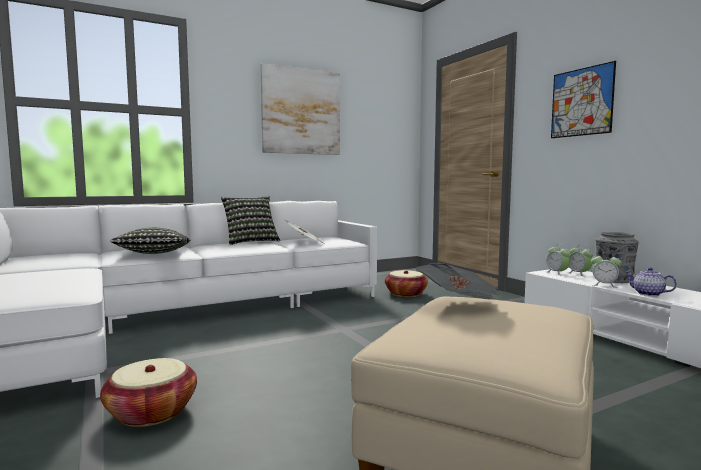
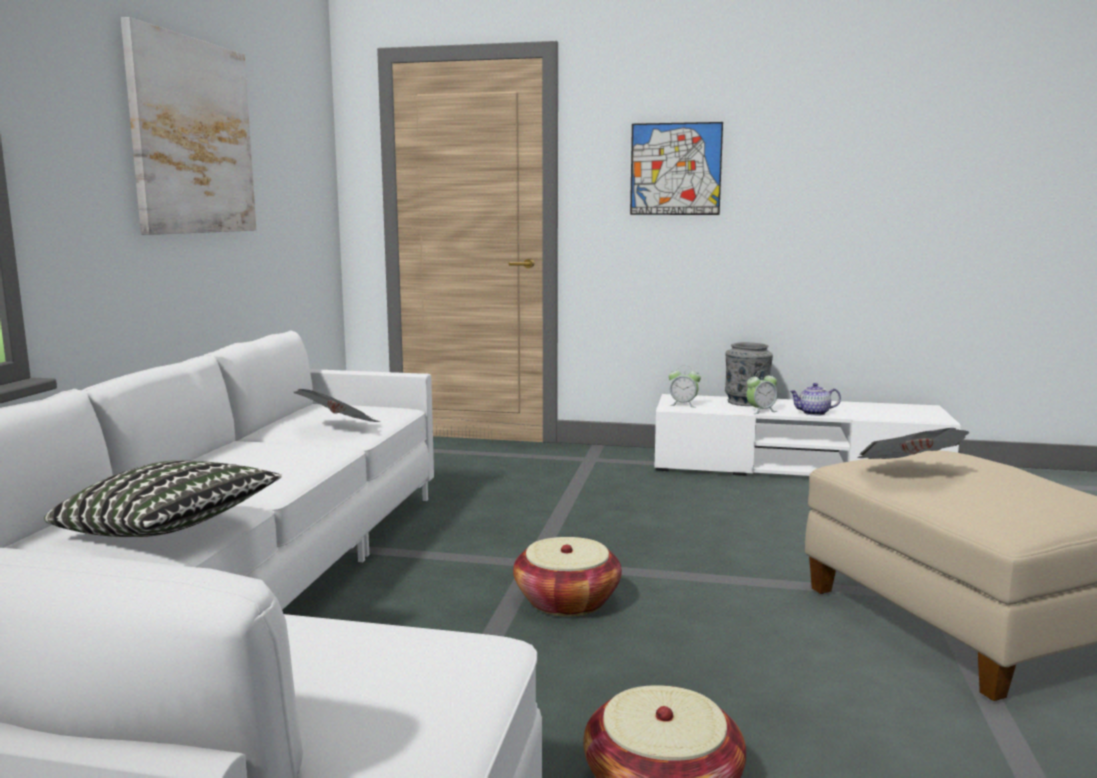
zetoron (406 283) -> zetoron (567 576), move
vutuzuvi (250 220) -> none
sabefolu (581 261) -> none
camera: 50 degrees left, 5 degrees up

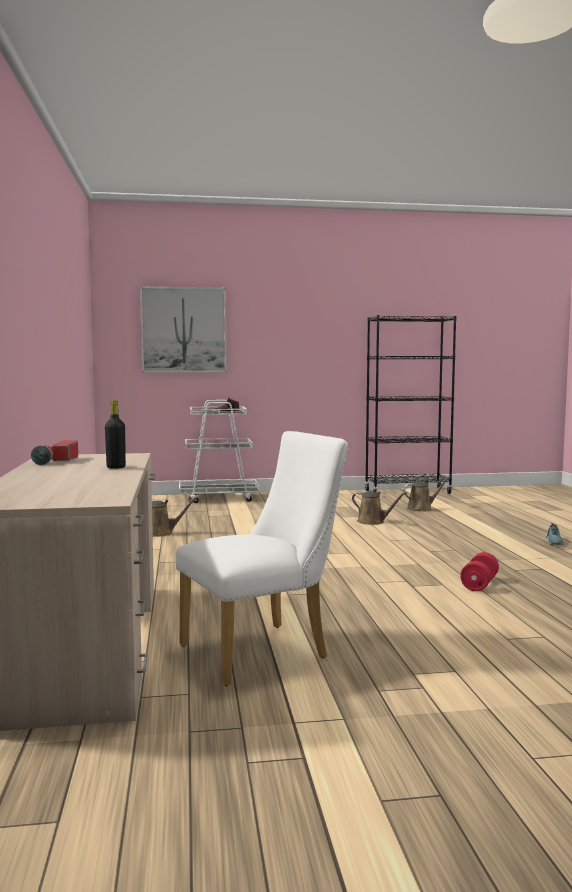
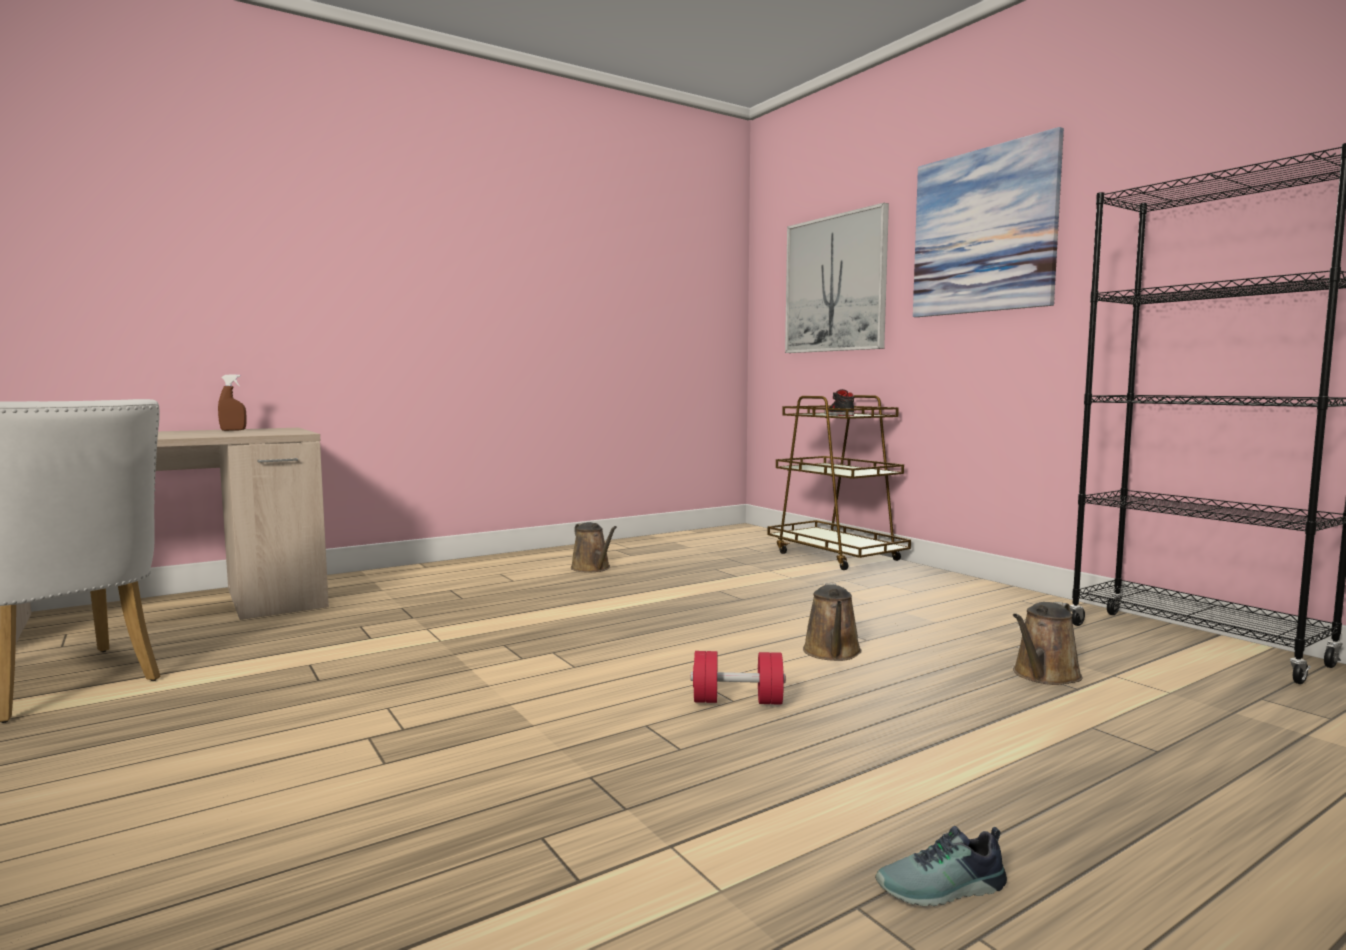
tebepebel (54 452) -> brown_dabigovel (232 402)
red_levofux (479 571) -> red_levofux (738 678), move
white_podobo (219 451) -> brown_podobo (839 482)
none -> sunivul (988 222)
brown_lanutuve (427 493) -> brown_lanutuve (1047 643), 90 degrees clockwise
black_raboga (115 434) -> none
camera: 65 degrees right, 0 degrees up

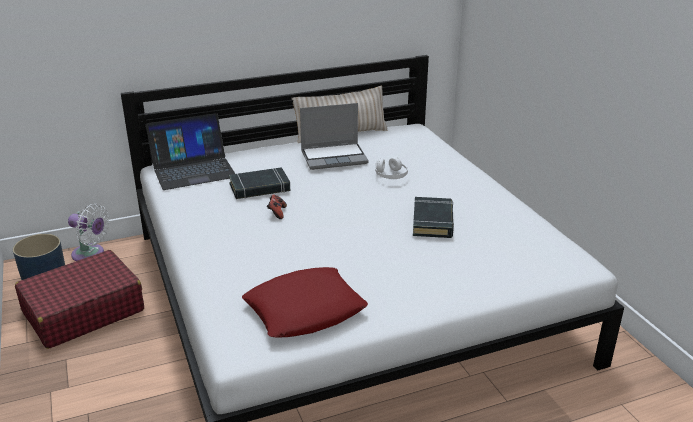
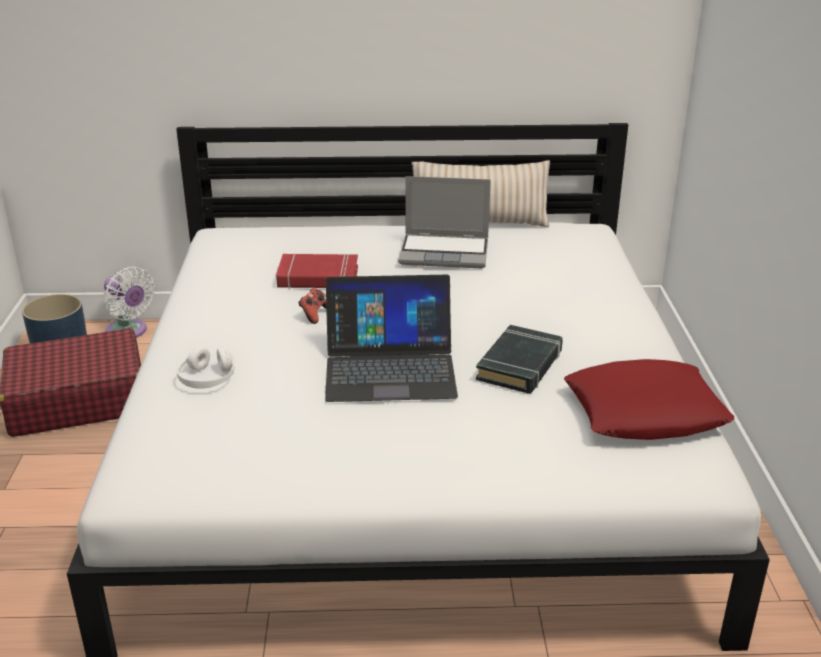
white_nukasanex (391 168) -> white_nukasanex (206 367), move
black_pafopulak (259 183) -> red_pafopulak (317 271)
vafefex (190 151) -> vafefex (391 338), move
red_vutuzuvi (305 302) -> red_vutuzuvi (649 399), move
camera: 20 degrees right, 0 degrees up

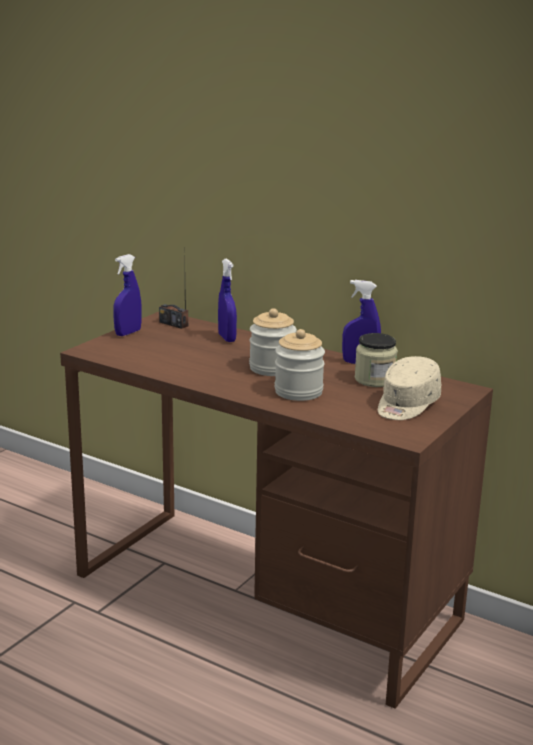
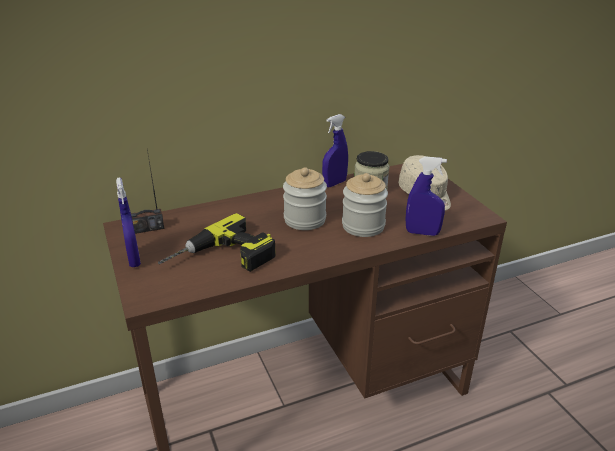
none -> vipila (217 242)
blue_dabigovel (227 300) -> blue_dabigovel (426 196), move
camera: 55 degrees left, 10 degrees up

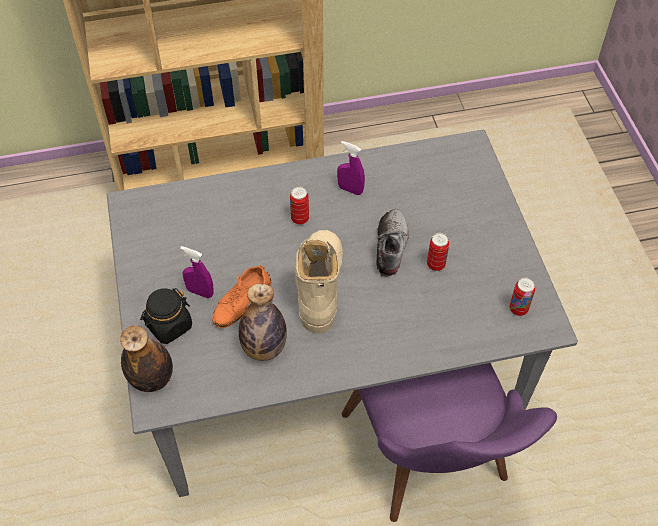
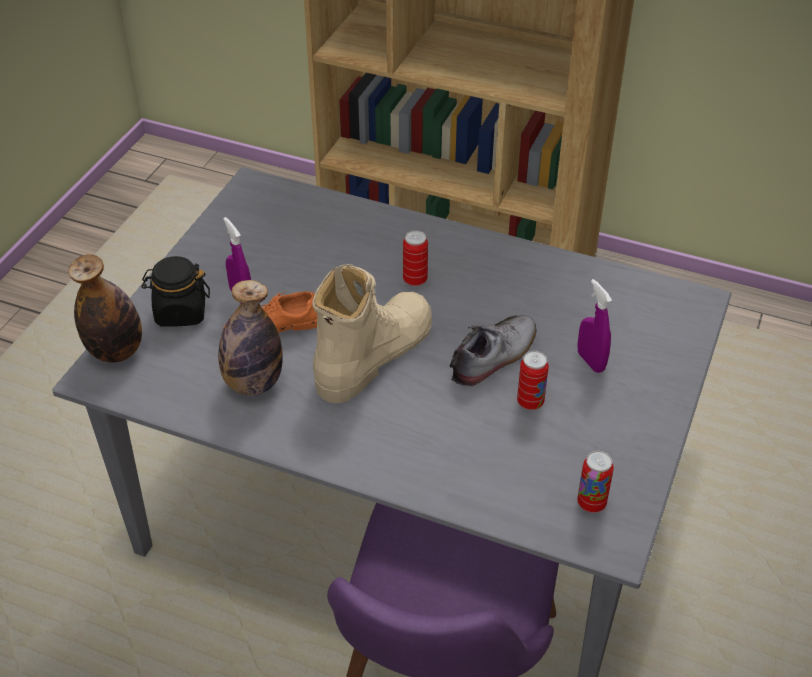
purple_dabigovel (351 168) -> purple_dabigovel (595 326), move
camera: 35 degrees right, 10 degrees down

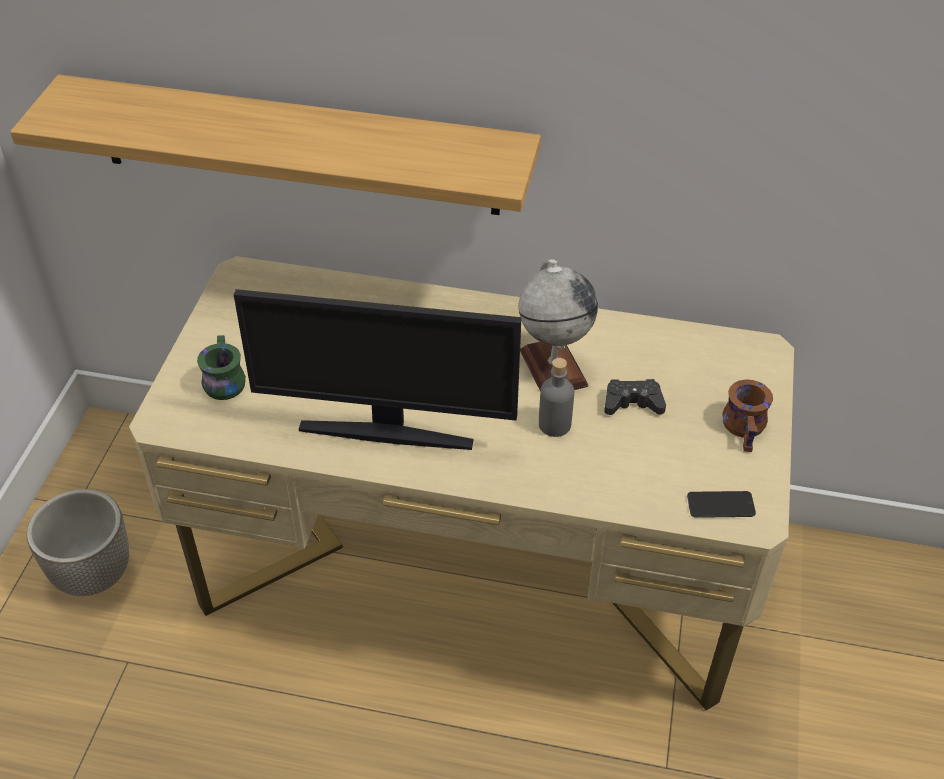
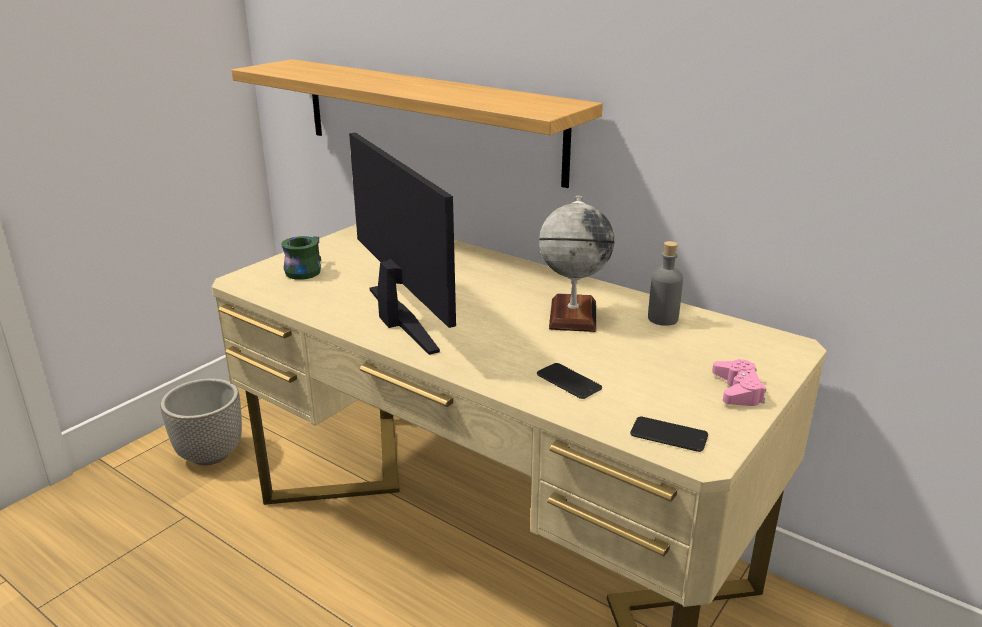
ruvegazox (377 369) -> ruvegazox (402 243), 150 degrees counterclockwise
none -> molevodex (569 381)
grey_raboga (556 397) -> grey_raboga (665 283), move
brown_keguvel (747 415) -> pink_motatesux (739 382)
black_motatesux (635 397) -> none
camera: 25 degrees right, 20 degrees down

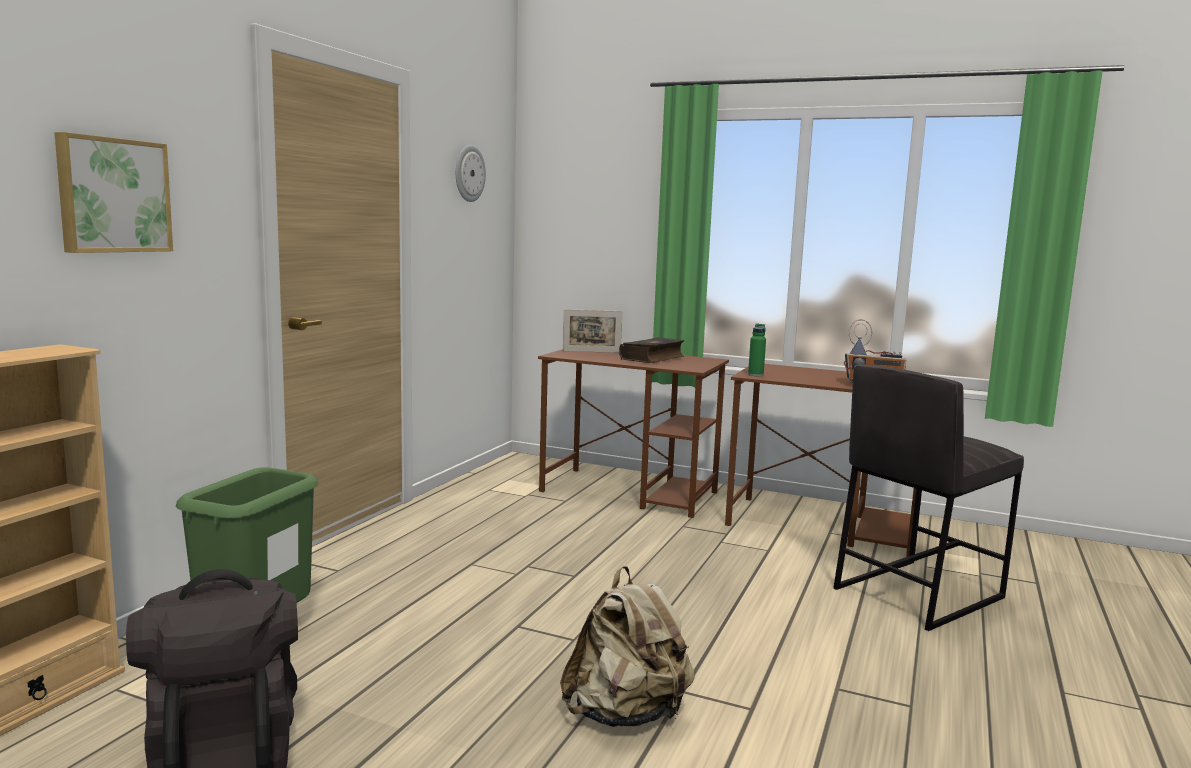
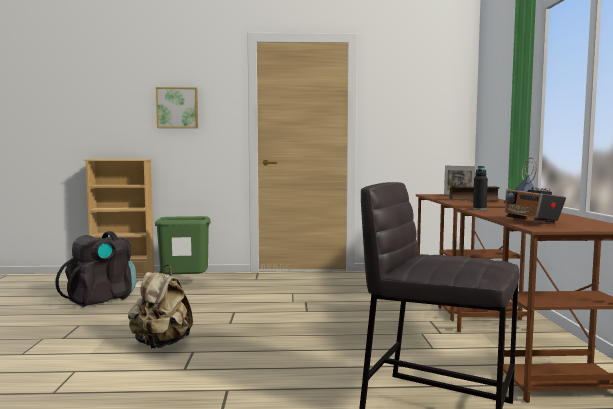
green_raboga (757 350) -> black_raboga (480 188)
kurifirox (471 173) -> none
camera: 65 degrees right, 5 degrees down

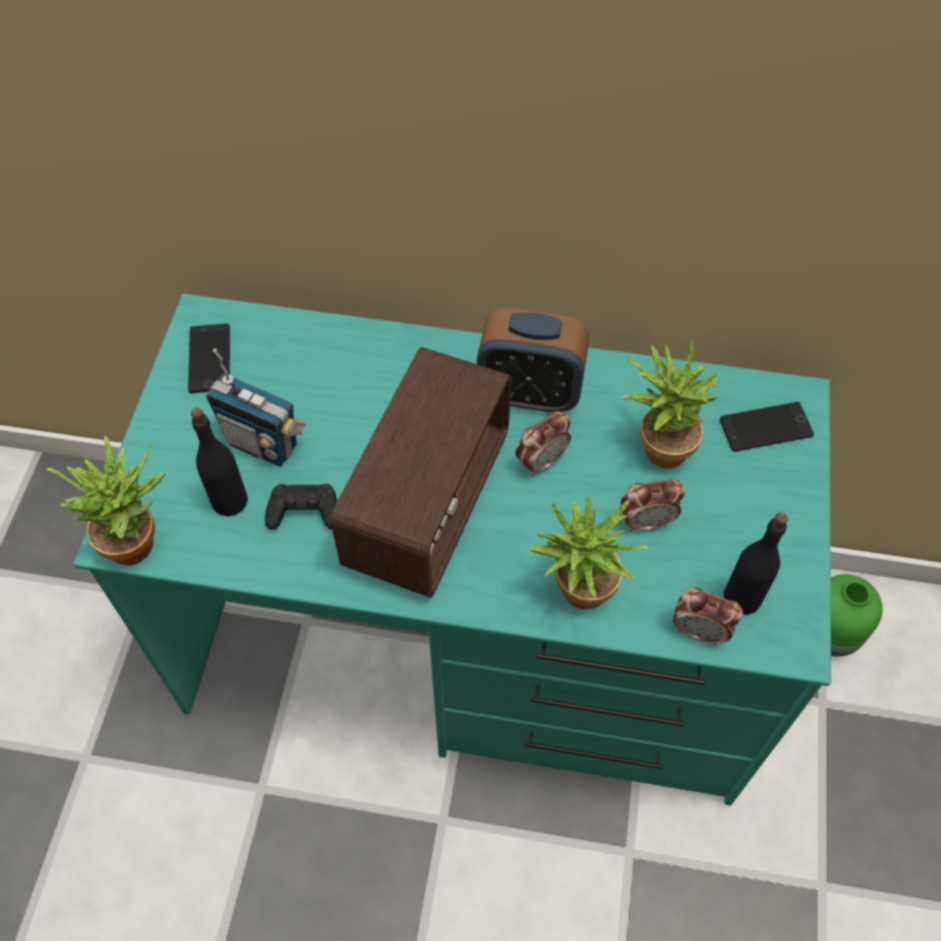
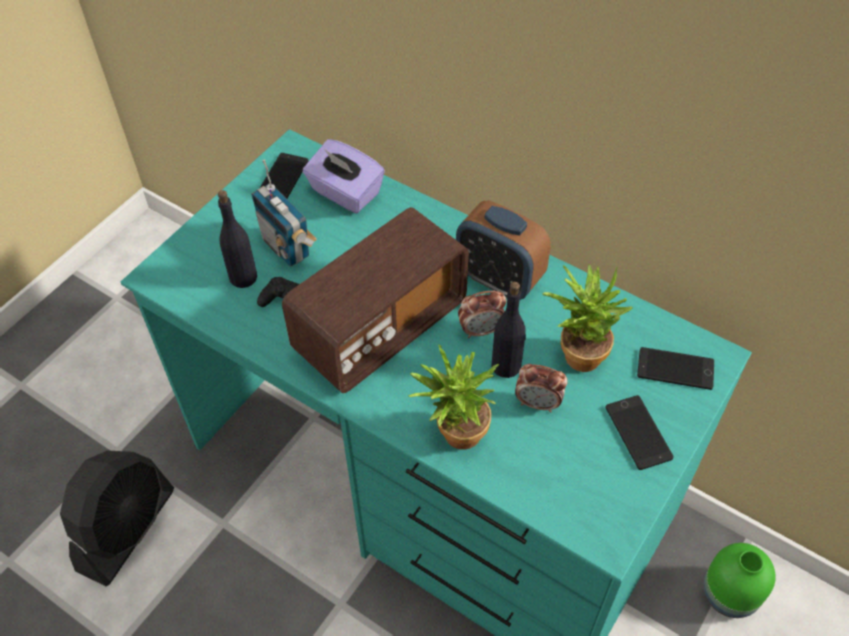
none -> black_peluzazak (117 519)
none -> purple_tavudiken (344 176)
black_raboga (755 563) -> black_raboga (508 330), move
none -> molevodex (639 432)
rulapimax (107 500) -> none
sabefolu (708 616) -> none
camera: 25 degrees right, 5 degrees down

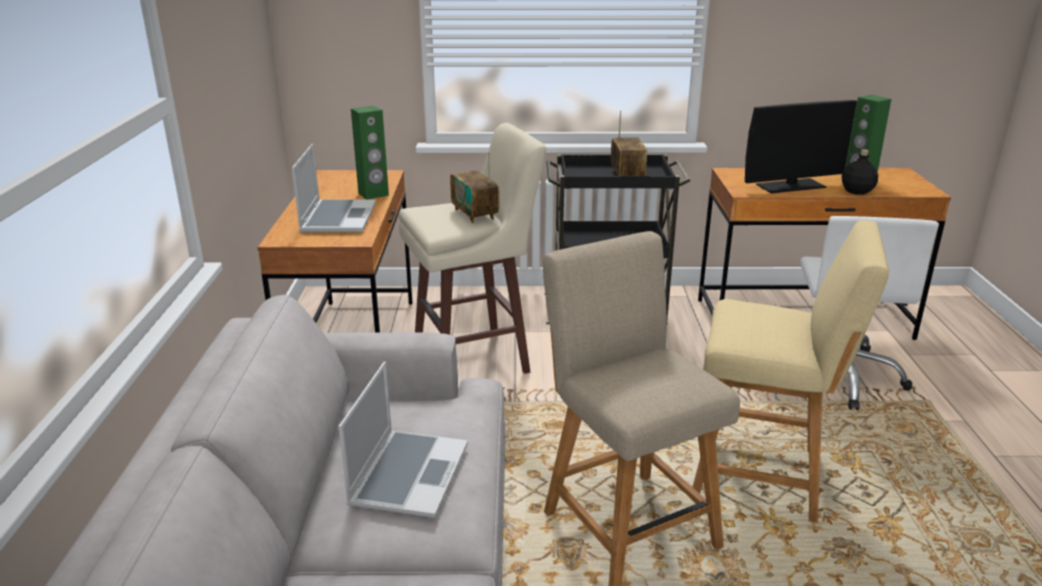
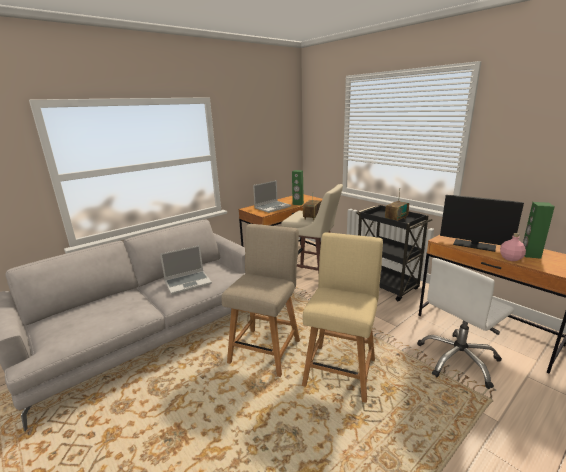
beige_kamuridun (791 371) -> beige_kamuridun (342 318), 135 degrees counterclockwise
black_raboga (860 172) -> pink_raboga (513 247)
camera: 50 degrees right, 5 degrees down

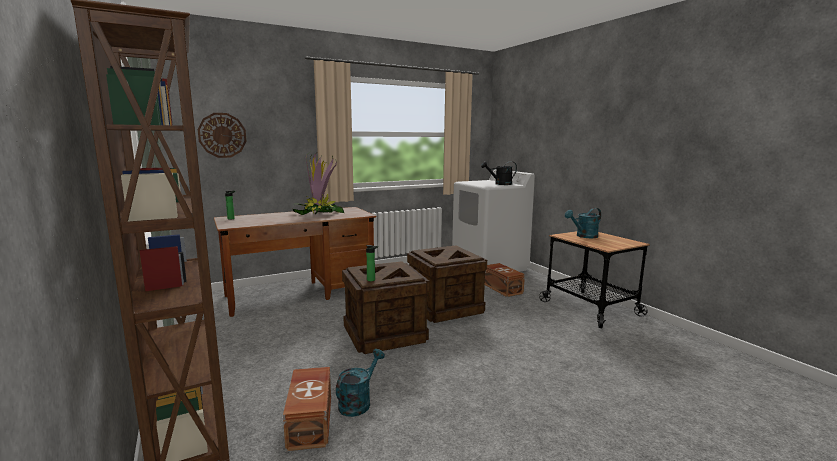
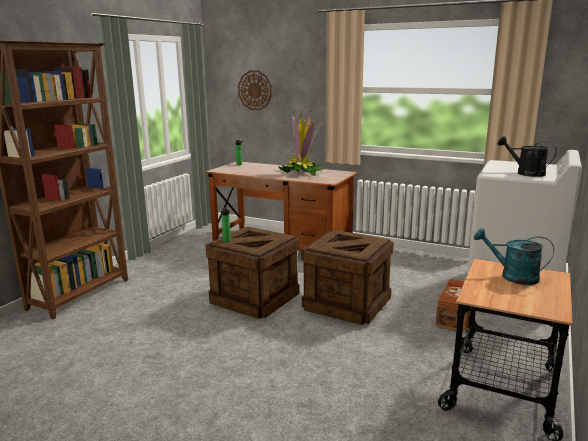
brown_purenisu (307 409) -> none
turquoise_lanutuve (360 383) -> none
camera: 55 degrees right, 5 degrees up

